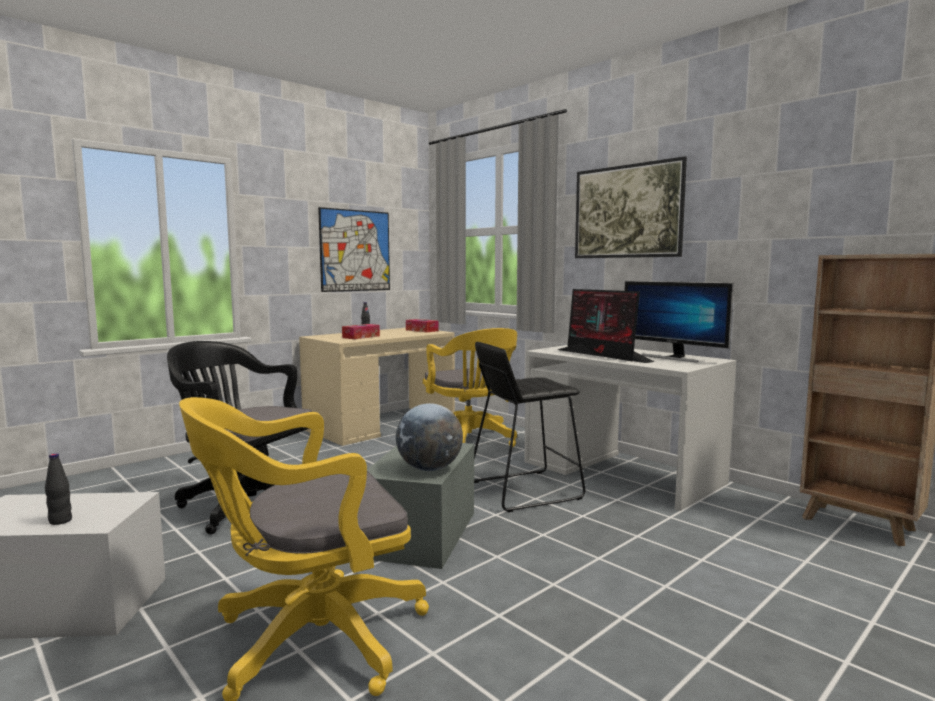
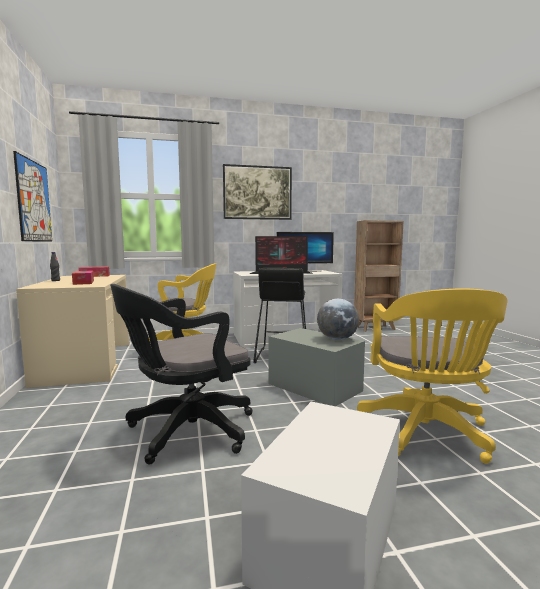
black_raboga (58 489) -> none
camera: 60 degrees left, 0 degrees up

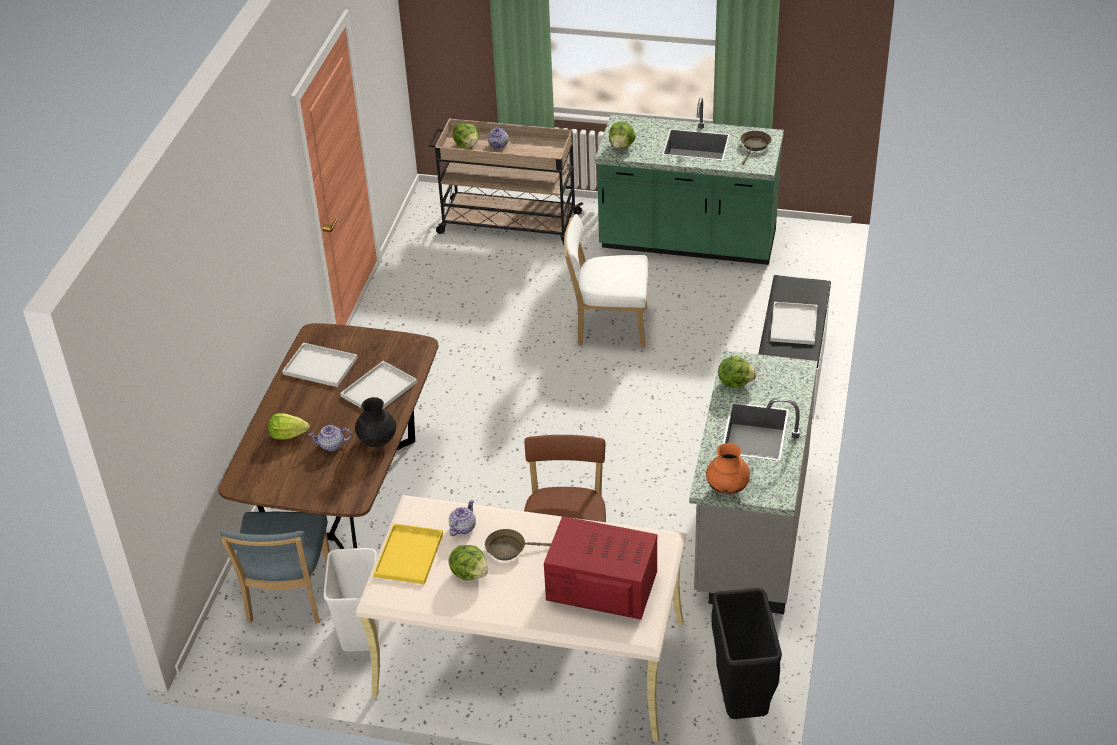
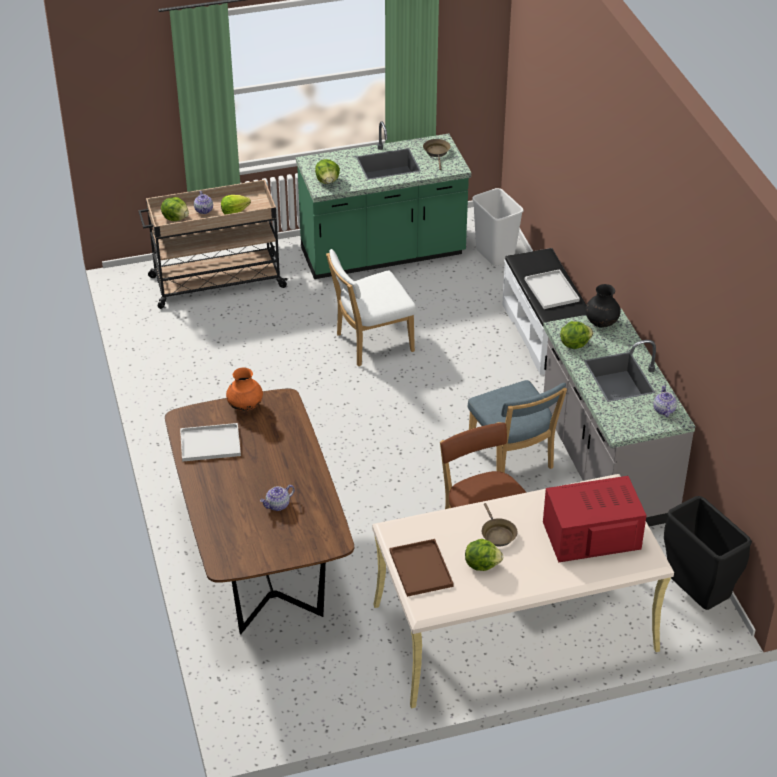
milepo (289 426) -> milepo (236 205), move
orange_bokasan (728 468) -> orange_bokasan (244 389), move
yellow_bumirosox (408 553) -> brown_bumirosox (422 568)
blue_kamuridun (275 568) -> blue_kamuridun (517 426), move
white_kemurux (351 600) -> white_kemurux (497 227), move
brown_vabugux (518 545) -> brown_vabugux (499 524), 75 degrees counterclockwise
black_bokasan (375 422) -> black_bokasan (603 306), move
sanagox (462 518) -> sanagox (665 401), move
white_bumirosox (378 385) -> none
camera: 30 degrees left, 0 degrees up

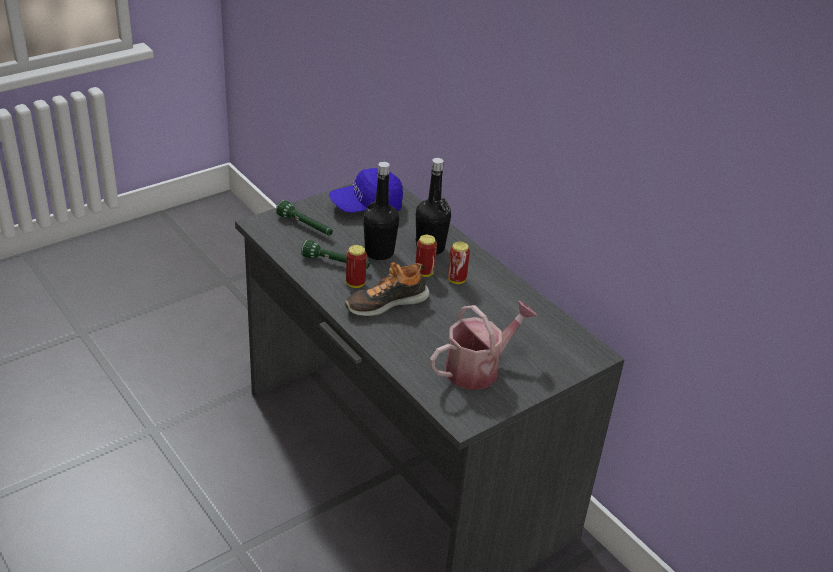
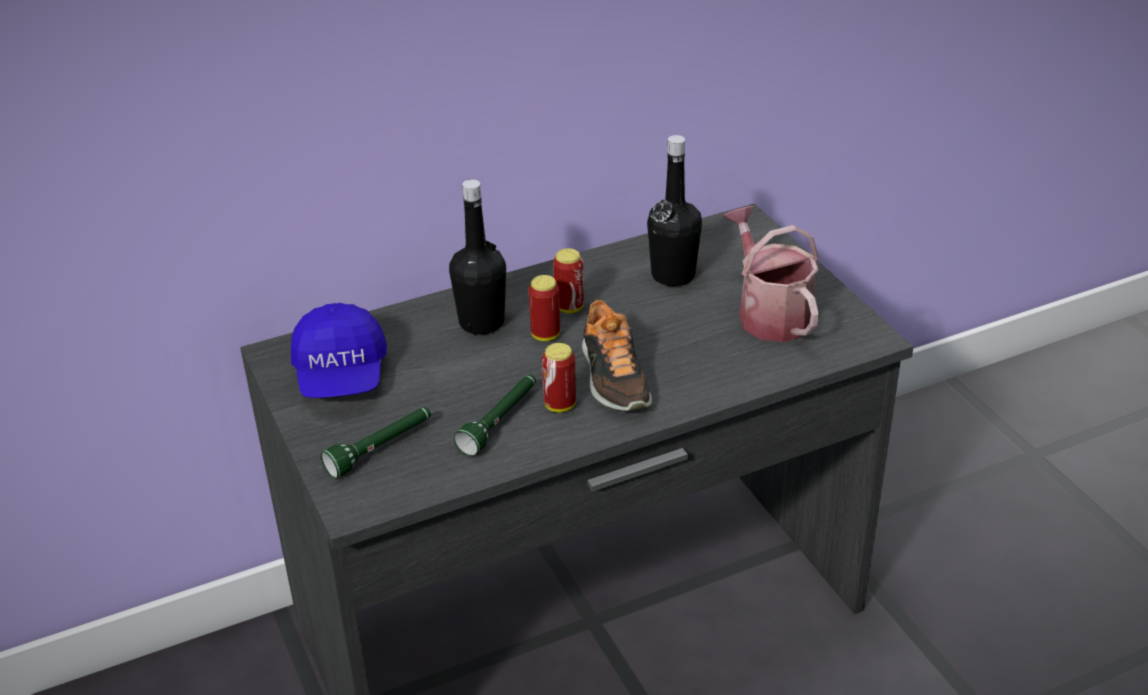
black_raboga (381 211) -> black_raboga (674 210), move
camera: 75 degrees left, 0 degrees up

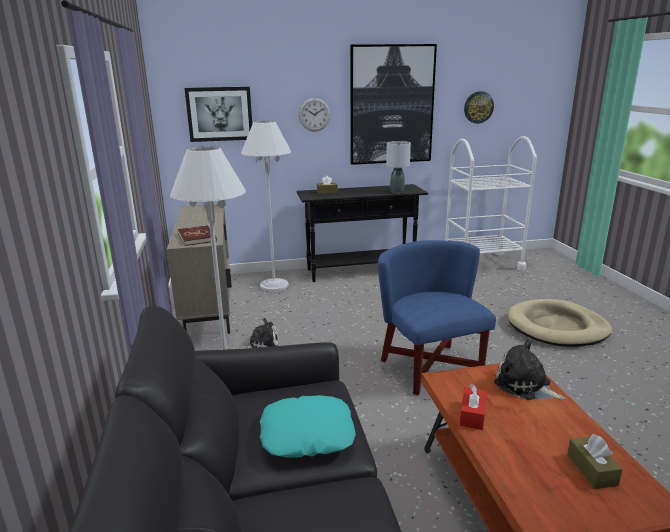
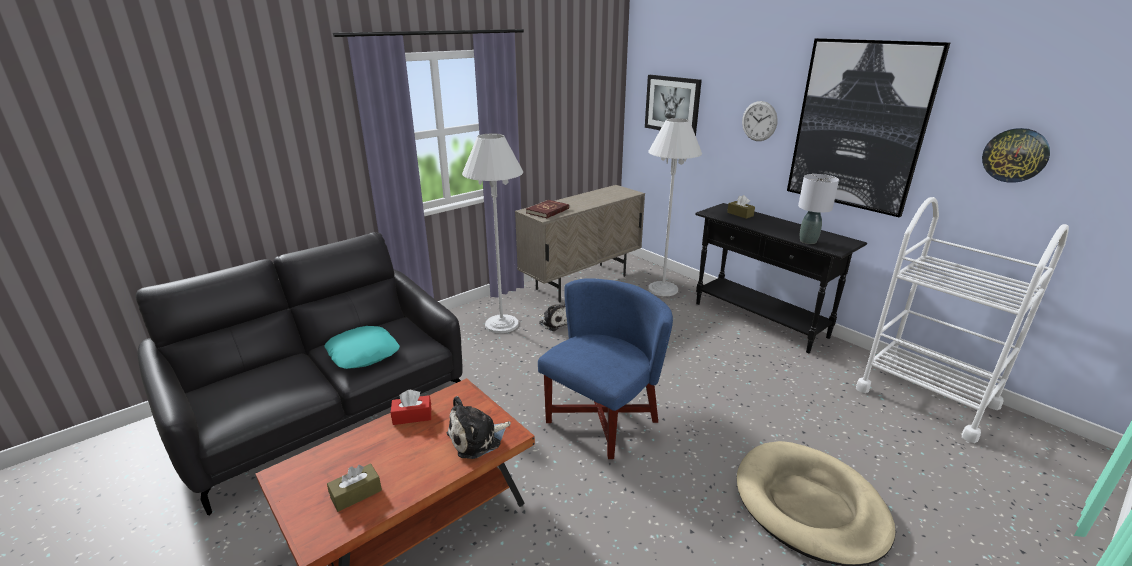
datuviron (529 369) -> datuviron (479 427), 135 degrees counterclockwise
camera: 60 degrees right, 5 degrees up

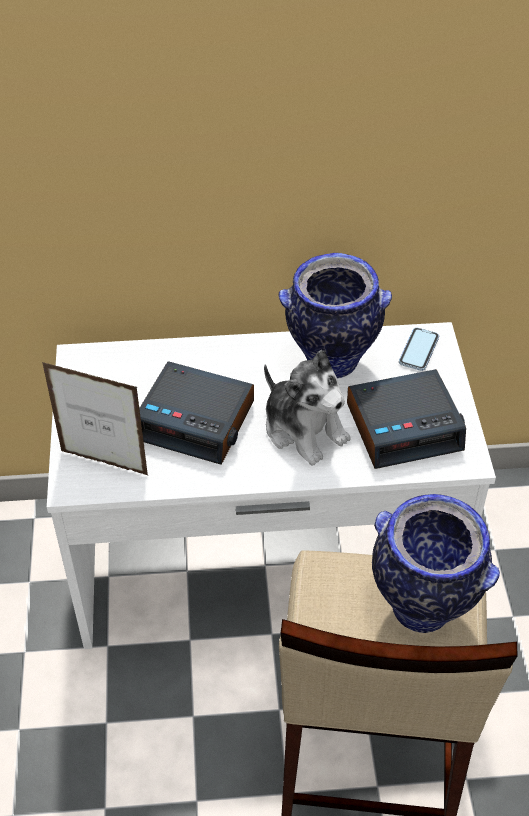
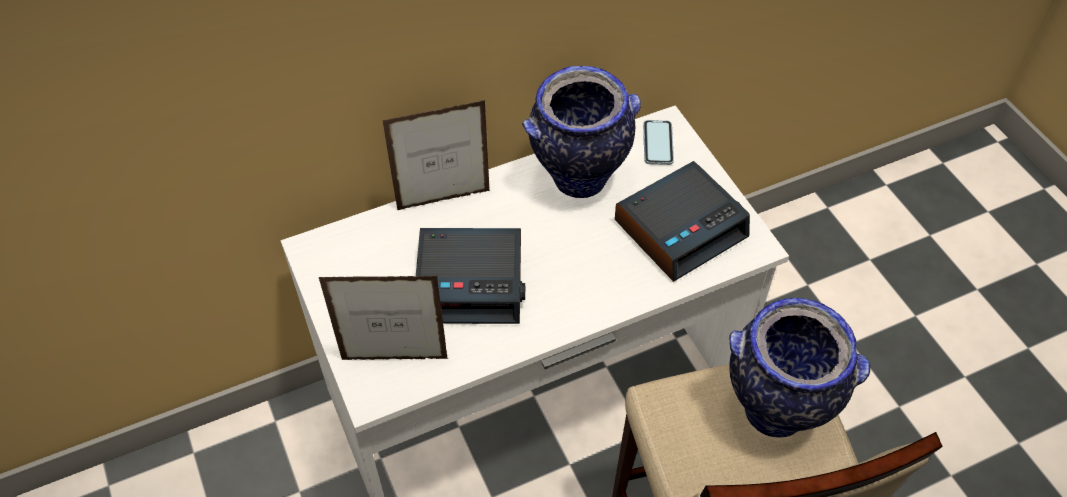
none -> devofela (436 155)
datuviron (307 407) -> none
camera: 20 degrees left, 5 degrees up

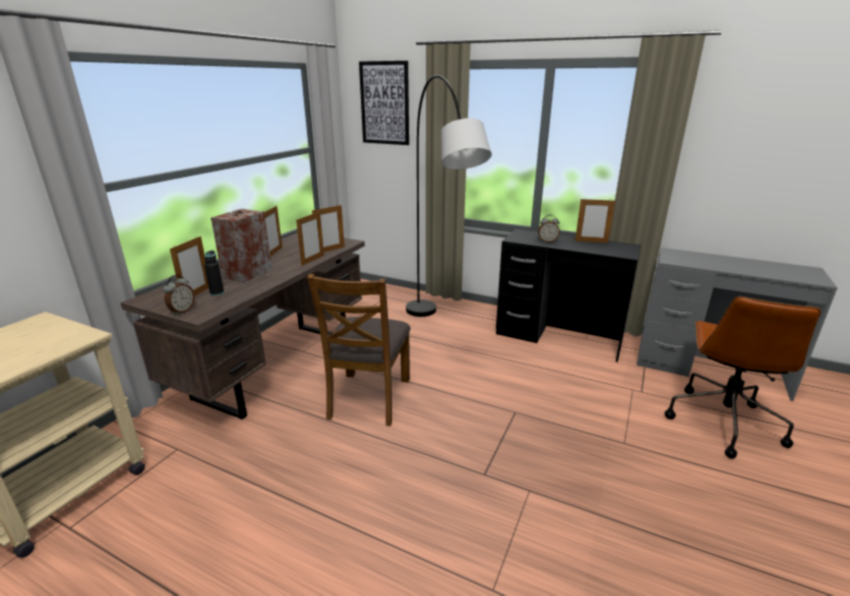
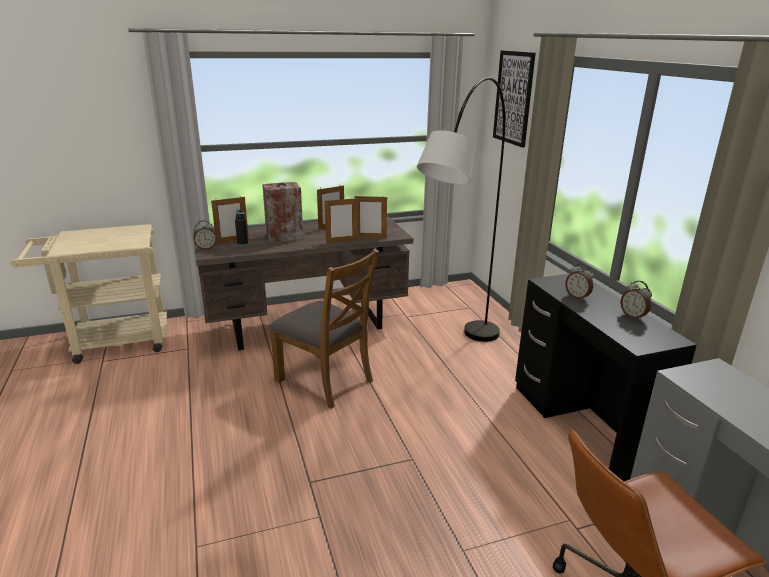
brown_kamuridun (359 350) -> brown_kamuridun (324 329), 105 degrees counterclockwise
devofela (595 221) -> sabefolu (636 300)
camera: 45 degrees right, 0 degrees up

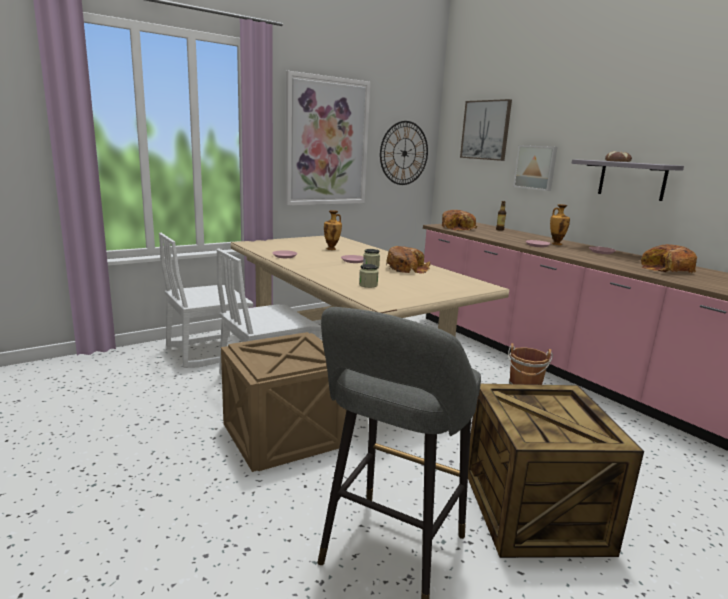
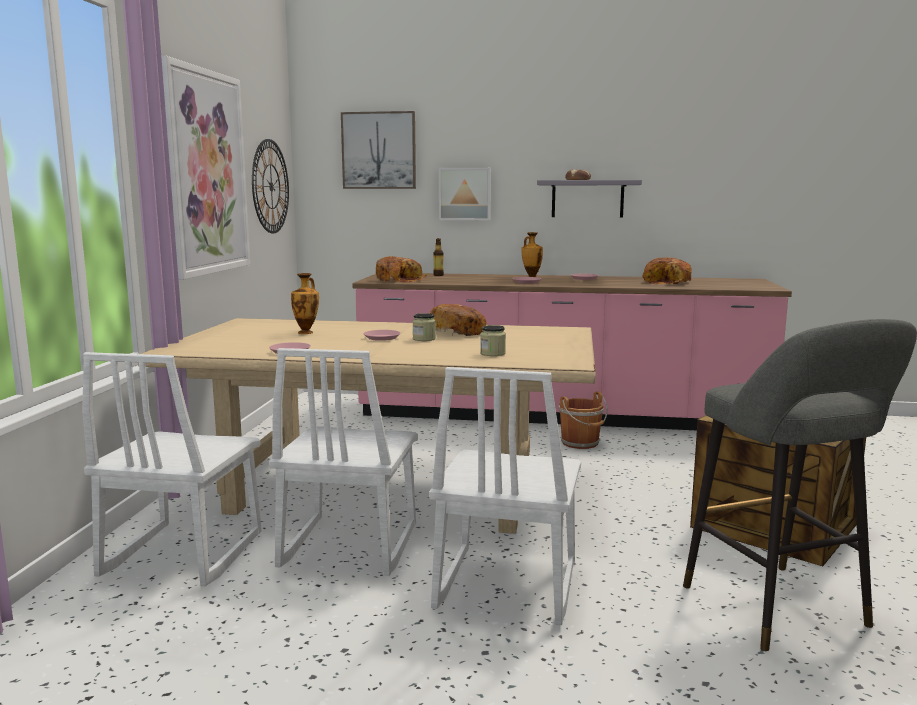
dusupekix (283 402) -> white_kamuridun (505 496)
camera: 45 degrees left, 5 degrees down

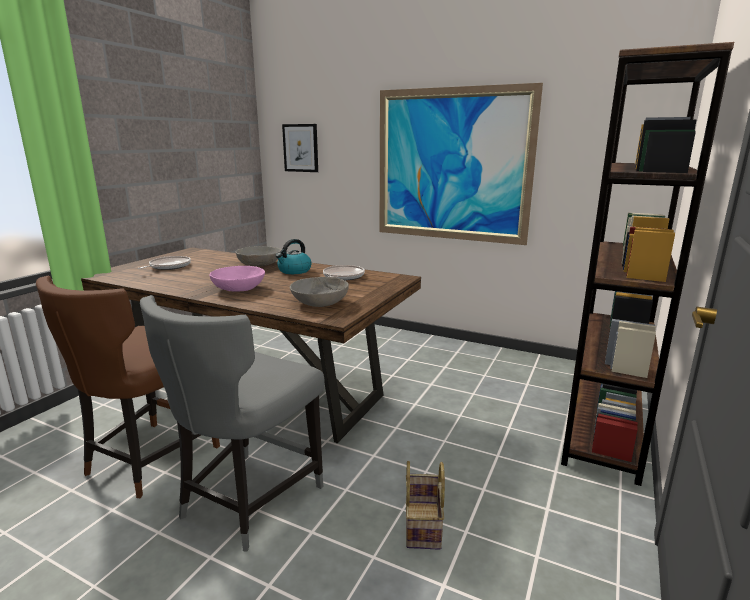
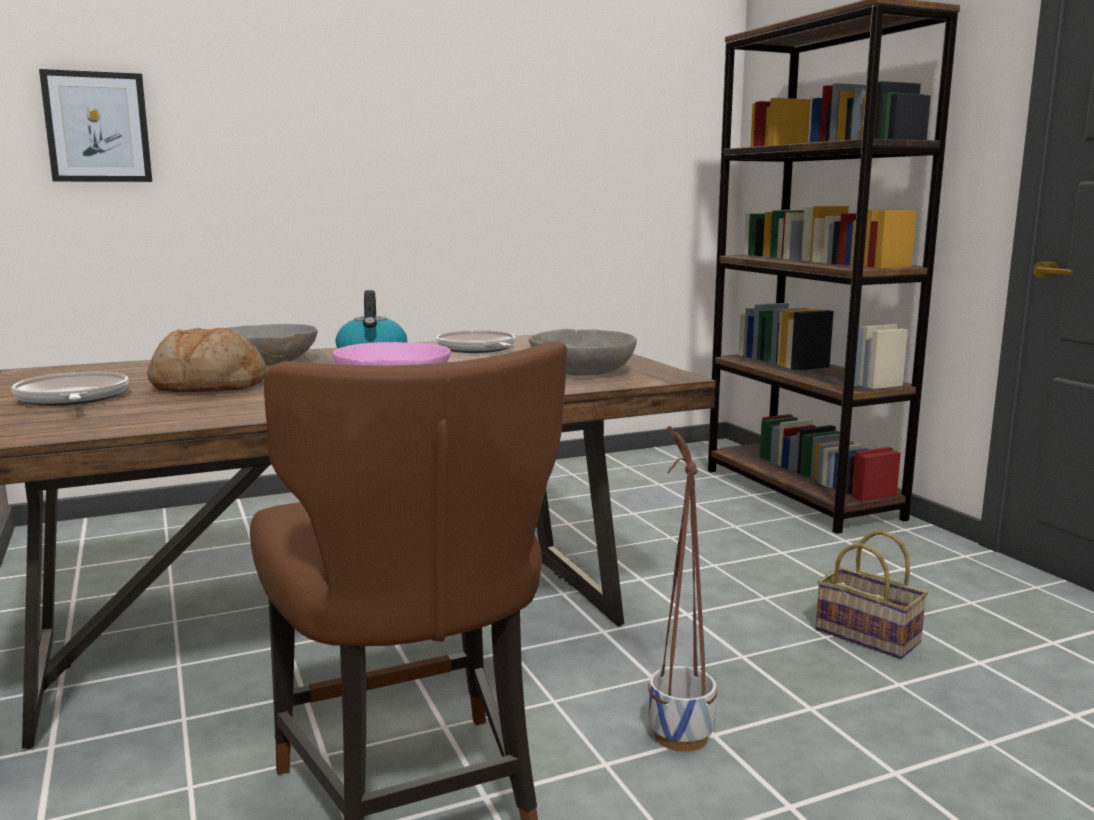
none -> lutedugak (206 359)
grey_kamuridun (232 423) -> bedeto (682 589)
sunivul (461 164) -> none
camera: 50 degrees left, 5 degrees down

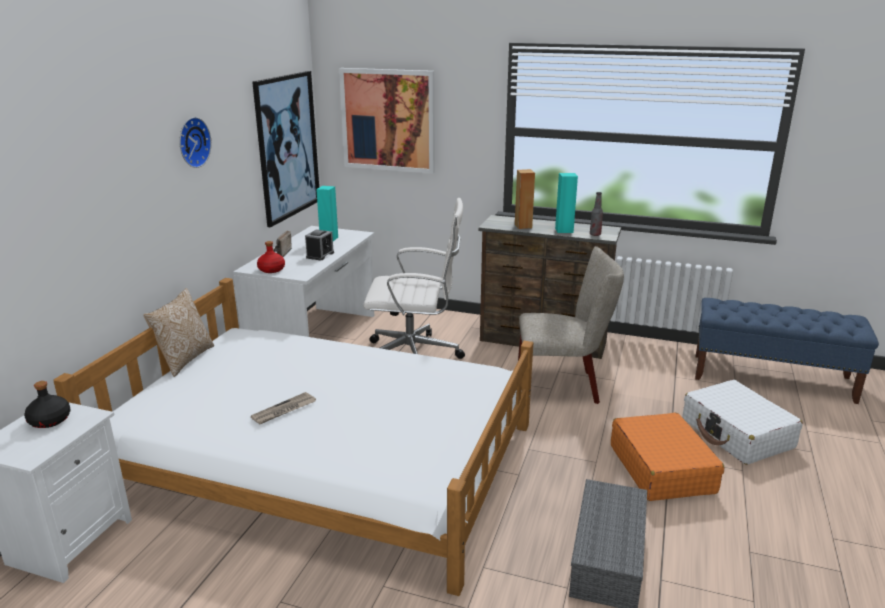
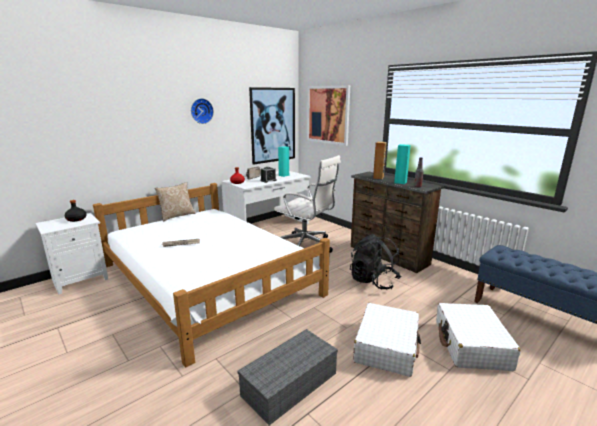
beige_kamuridun (571 325) -> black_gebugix (375 261)
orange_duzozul (667 457) -> white_duzozul (387 340)
camera: 30 degrees right, 5 degrees down

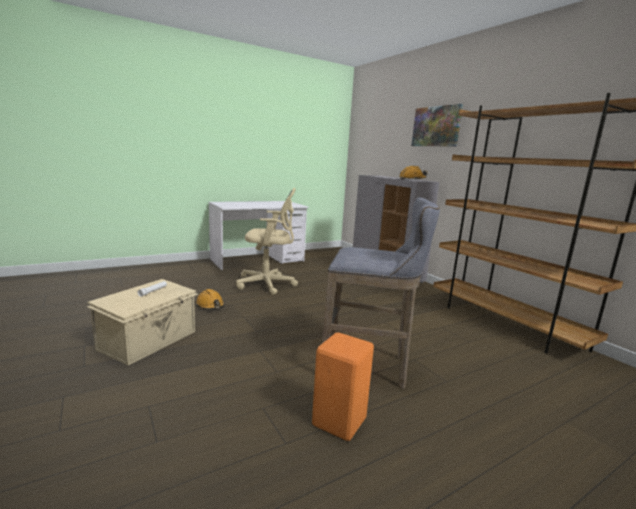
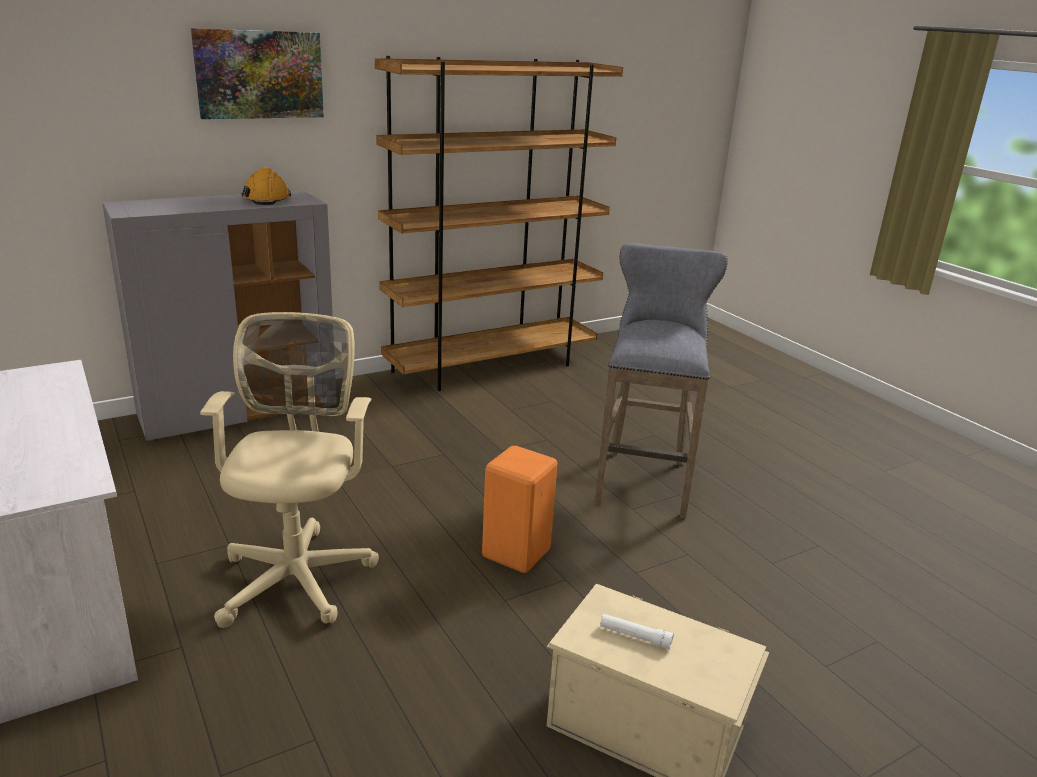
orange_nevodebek (343 387) -> orange_nevodebek (519 509), move
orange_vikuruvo (210 299) -> none
camera: 90 degrees left, 10 degrees up

